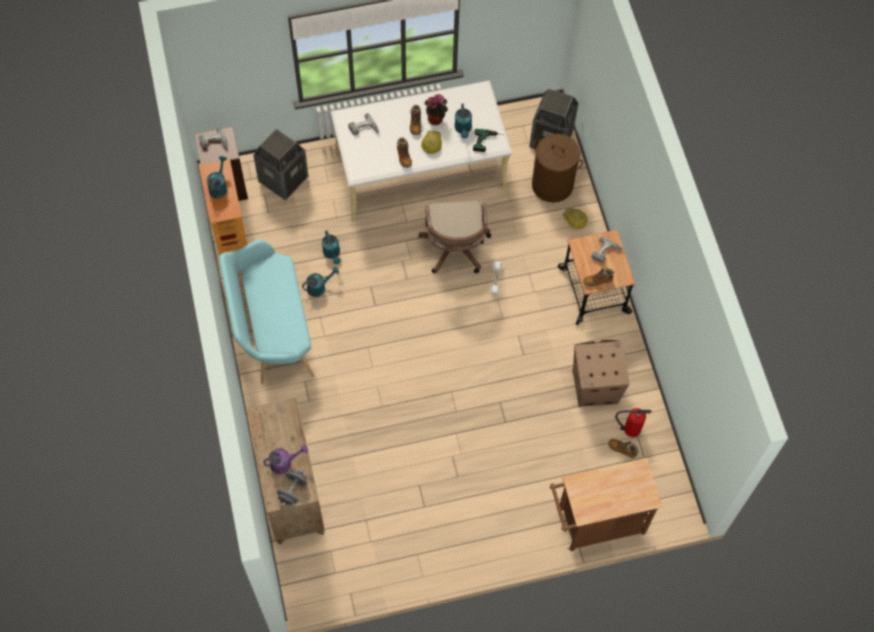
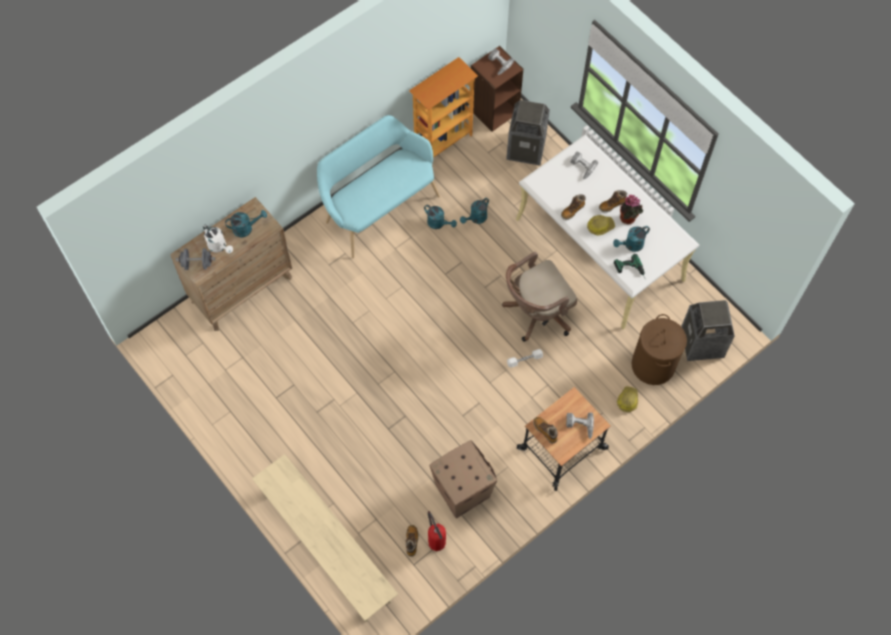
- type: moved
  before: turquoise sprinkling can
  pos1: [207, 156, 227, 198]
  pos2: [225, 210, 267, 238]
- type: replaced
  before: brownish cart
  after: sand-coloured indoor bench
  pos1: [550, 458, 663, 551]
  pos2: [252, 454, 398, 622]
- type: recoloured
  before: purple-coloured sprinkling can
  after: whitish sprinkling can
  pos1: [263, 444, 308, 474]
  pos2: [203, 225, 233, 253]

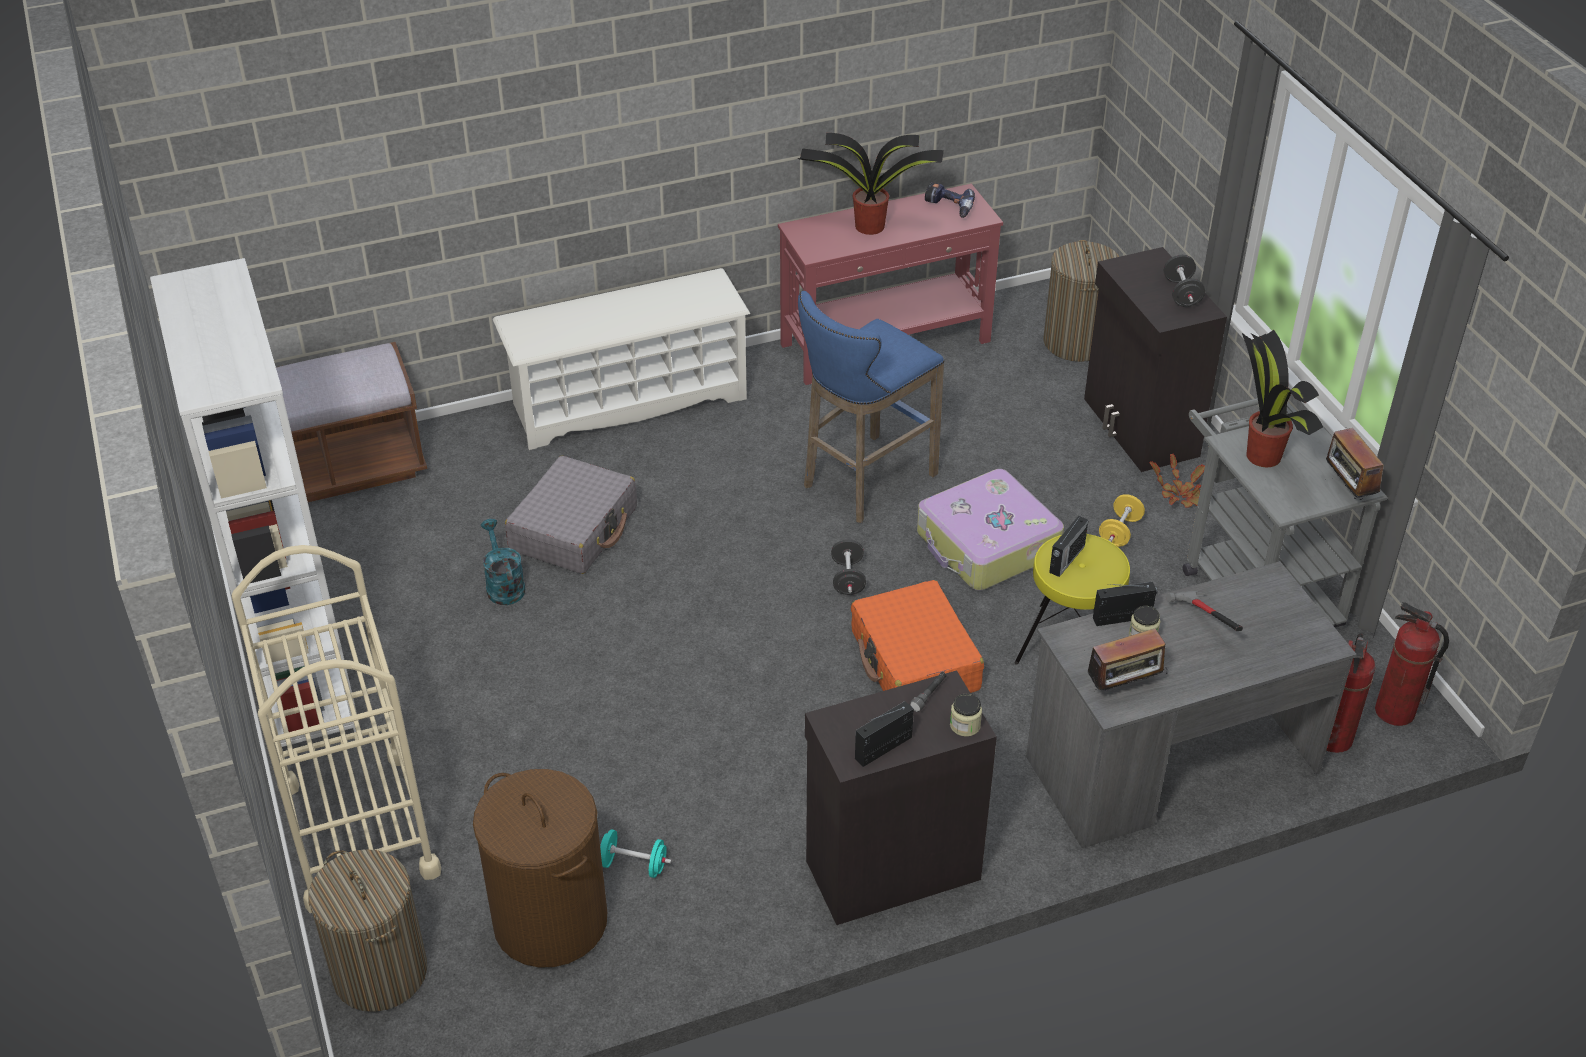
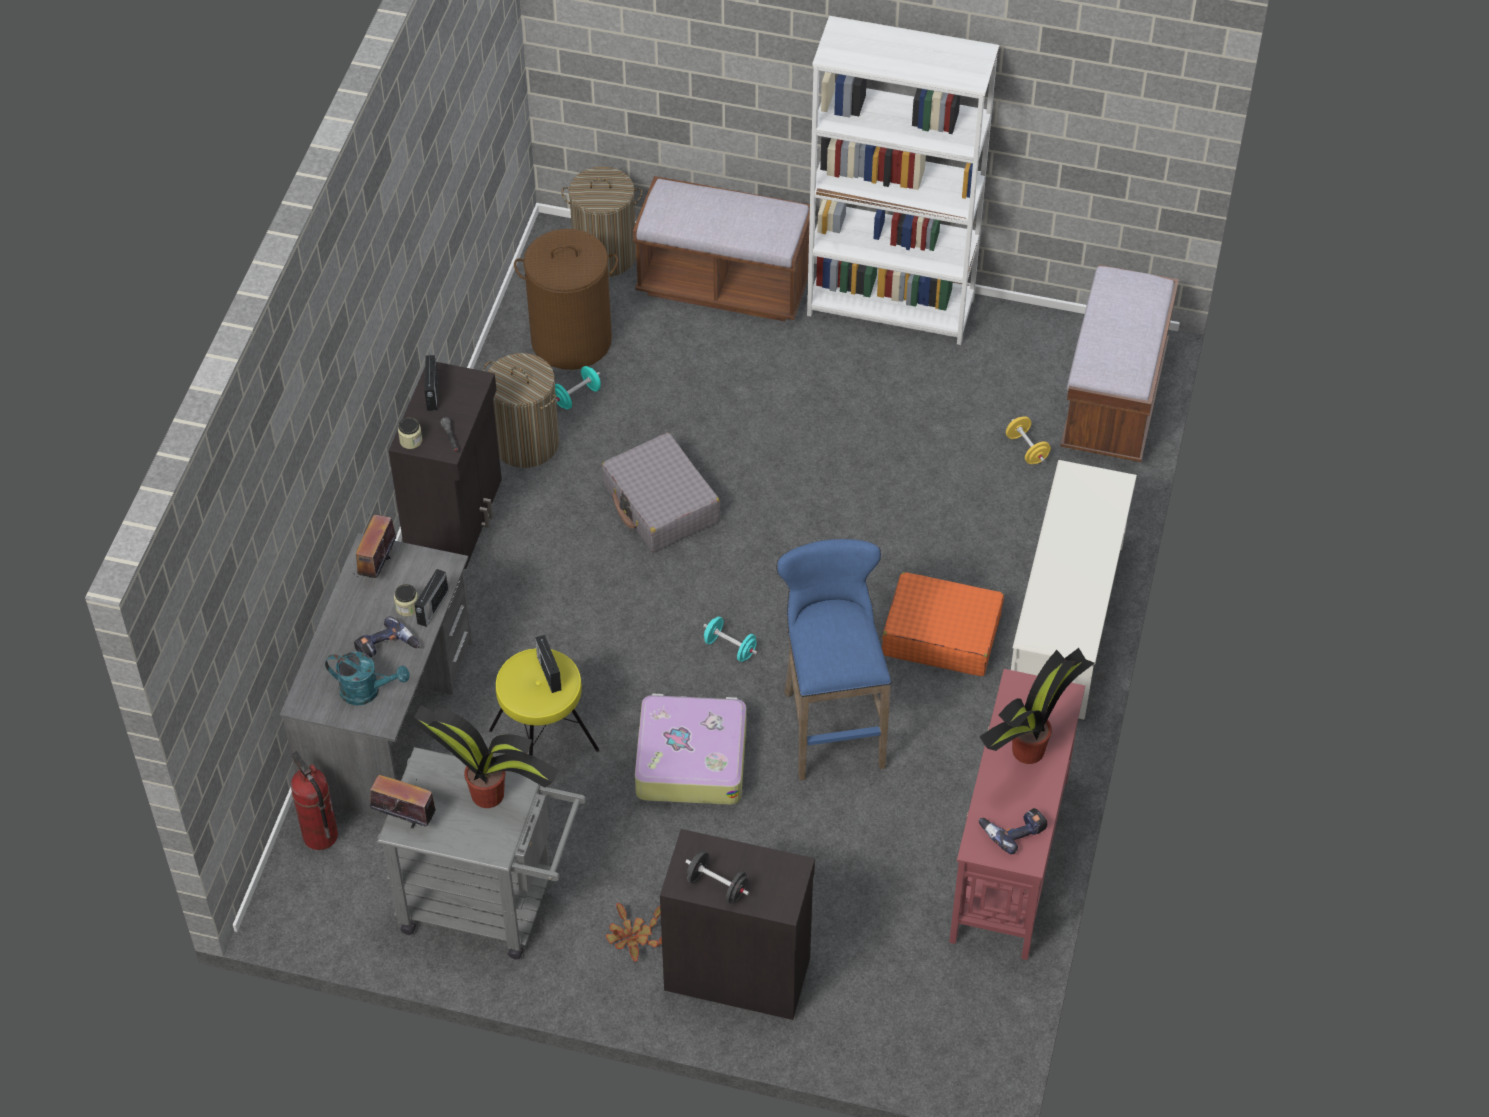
- type: removed
  before: fire extinguisher
  pos1: [1375, 602, 1449, 726]
- type: moved
  before: turquoise sprinkling can
  pos1: [481, 519, 525, 605]
  pos2: [325, 652, 409, 705]
- type: moved
  before: grey piece of luggage
  pos1: [505, 456, 637, 574]
  pos2: [602, 433, 720, 552]
- type: moved
  before: orange piece of luggage
  pos1: [851, 580, 984, 693]
  pos2: [882, 572, 1004, 676]
- type: moved
  before: hamper
  pos1: [1043, 240, 1120, 362]
  pos2: [483, 353, 559, 468]
- type: moved
  before: yellow-coloured free weight
  pos1: [1099, 494, 1145, 547]
  pos2: [1006, 416, 1051, 464]
- type: replaced
  before: sand-coloured cart
  after: brownish indoor bench
  pos1: [232, 545, 441, 913]
  pos2: [633, 176, 810, 321]
- type: replaced
  before: hand hammer
  after: power drill
  pos1: [1166, 591, 1243, 631]
  pos2: [354, 616, 420, 657]
- type: recoloured
  before: black free weight
  after: turquoise free weight
  pos1: [831, 540, 866, 595]
  pos2: [703, 616, 758, 662]

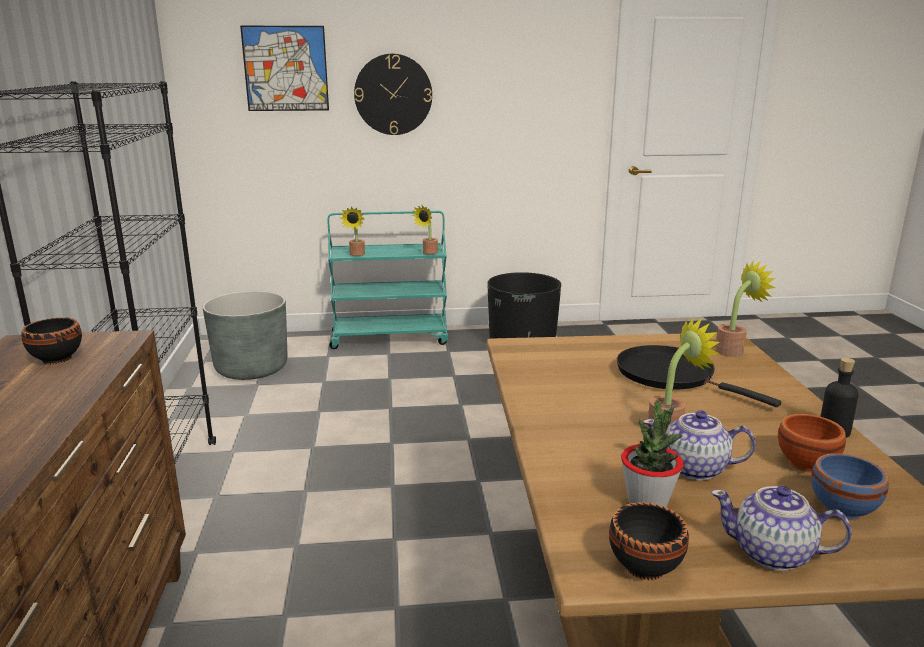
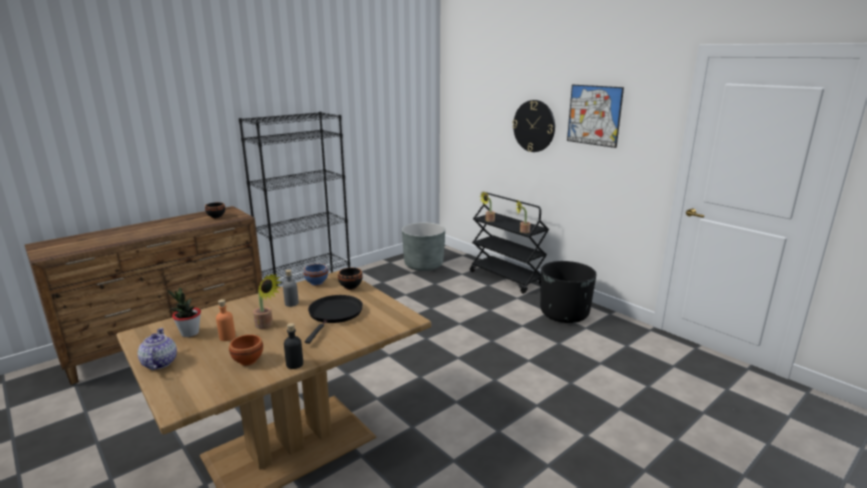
- type: removed
  before: houseplant
  pos1: [715, 260, 776, 357]
- type: added
  after: grey drink bottle
  pos2: [283, 270, 299, 307]
- type: moved
  before: wall art
  pos1: [240, 26, 329, 111]
  pos2: [567, 85, 624, 148]
- type: moved
  before: black deep dish
  pos1: [609, 502, 689, 581]
  pos2: [338, 268, 363, 290]
- type: moved
  before: bluish deep dish
  pos1: [811, 453, 889, 521]
  pos2: [304, 264, 328, 286]
- type: replaced
  before: teapot
  after: orange drink bottle
  pos1: [643, 410, 756, 480]
  pos2: [216, 299, 236, 341]
- type: recoloured
  before: turquoise cart
  after: black cart
  pos1: [327, 211, 448, 349]
  pos2: [470, 193, 549, 294]

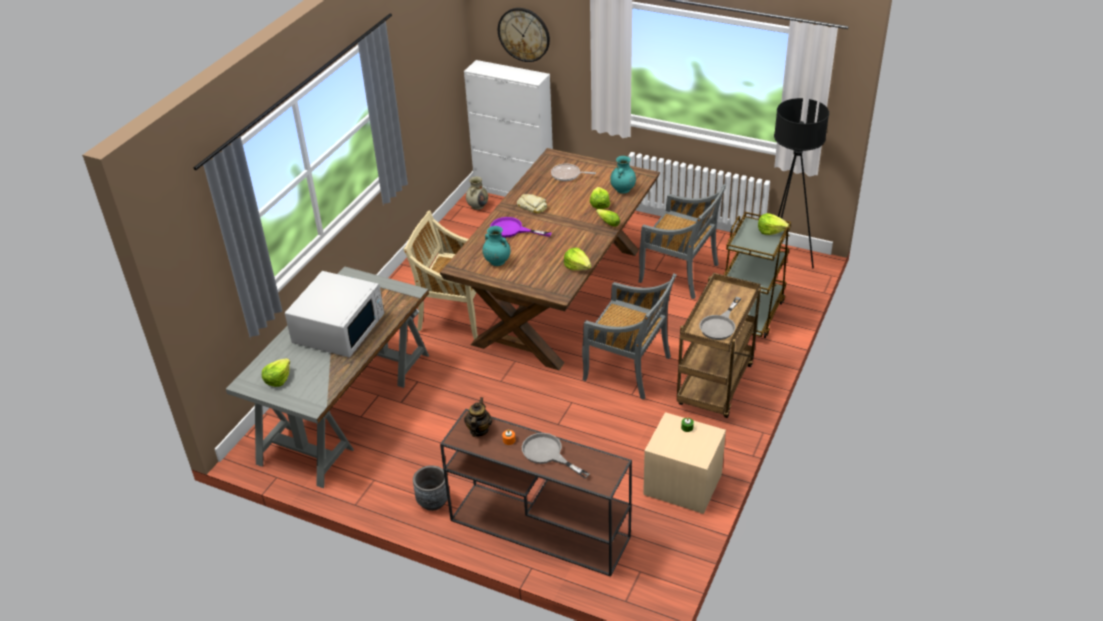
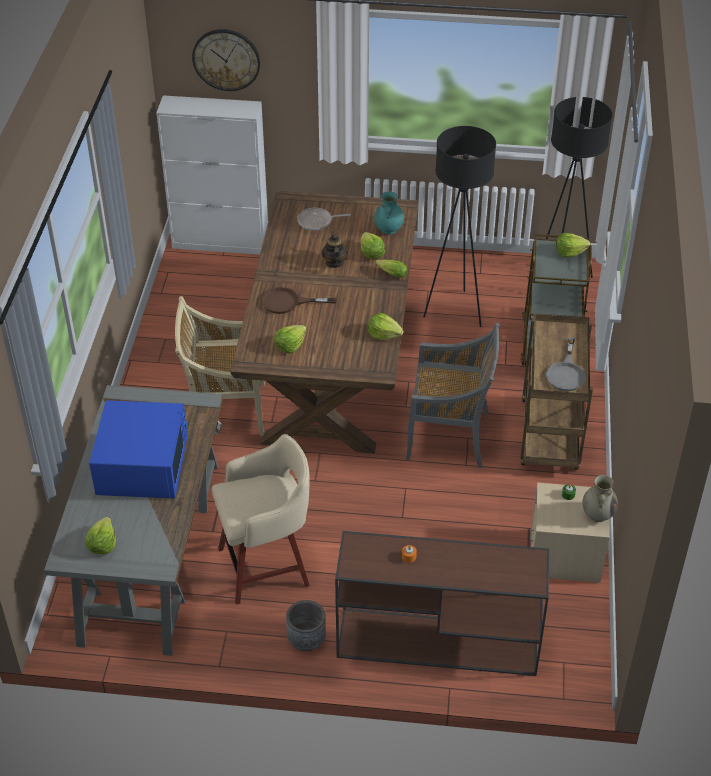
- type: removed
  before: bread
  pos1: [517, 194, 547, 214]
- type: removed
  before: grey frying pan
  pos1: [522, 433, 590, 478]
- type: added
  after: sand-coloured stool
  pos2: [212, 434, 310, 605]
- type: moved
  before: teapot
  pos1: [464, 397, 492, 437]
  pos2: [321, 231, 348, 268]
- type: moved
  before: sand-coloured vase
  pos1: [466, 176, 488, 210]
  pos2: [582, 475, 618, 522]
- type: replaced
  before: turquoise vase
  after: lettuce head
  pos1: [483, 226, 511, 266]
  pos2: [274, 325, 307, 353]
- type: replaced
  before: grey chair
  after: black standard lamp
  pos1: [638, 184, 727, 299]
  pos2: [423, 126, 496, 327]
- type: recoloured
  before: whitish microwave
  after: bluish microwave
  pos1: [285, 271, 384, 358]
  pos2: [89, 400, 188, 499]
- type: recoloured
  before: purple-coloured frying pan
  after: brownish frying pan
  pos1: [490, 217, 552, 238]
  pos2: [261, 287, 337, 314]

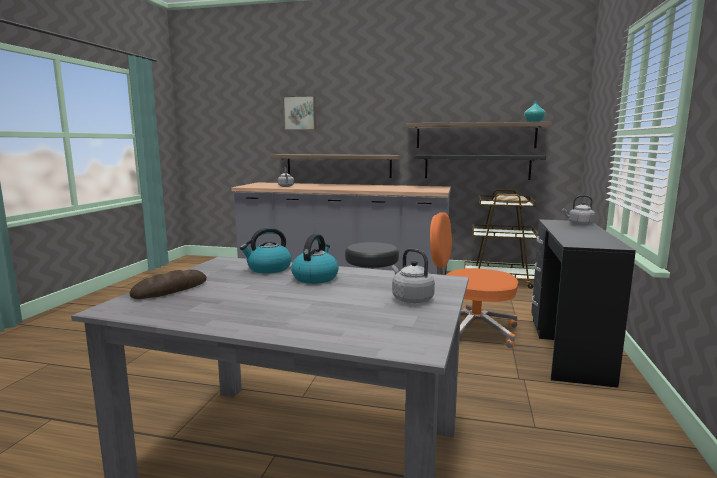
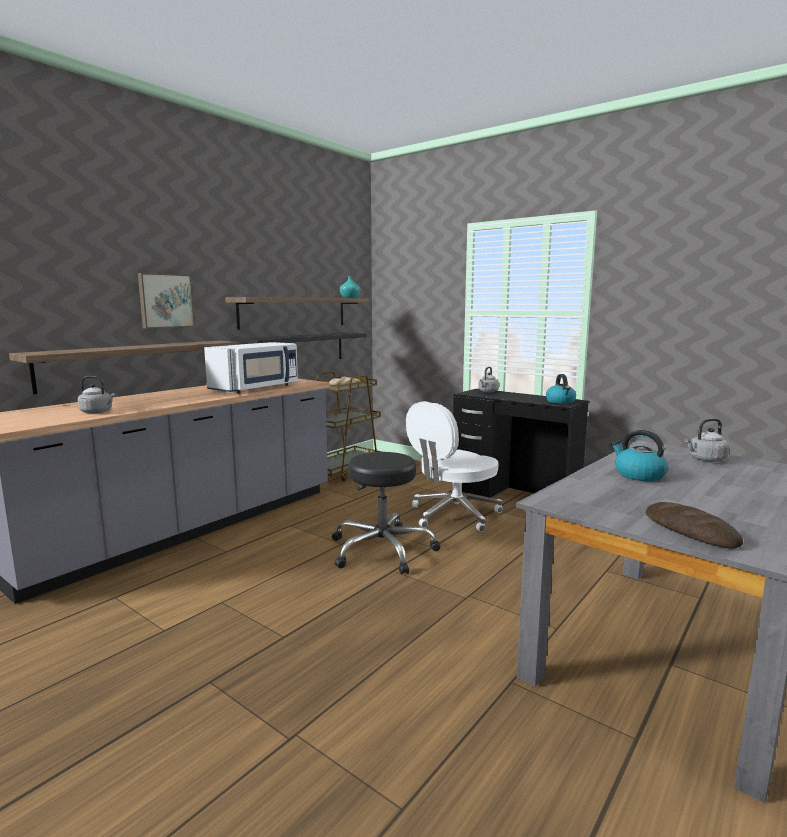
- type: added
  after: whitish microwave
  pos2: [204, 342, 298, 394]
- type: moved
  before: kettle
  pos1: [240, 227, 291, 274]
  pos2: [546, 374, 576, 404]
- type: moved
  before: wall art
  pos1: [283, 96, 316, 130]
  pos2: [138, 273, 195, 328]
- type: recoloured
  before: orange desk chair
  after: whitish desk chair
  pos1: [430, 212, 518, 348]
  pos2: [406, 401, 503, 532]

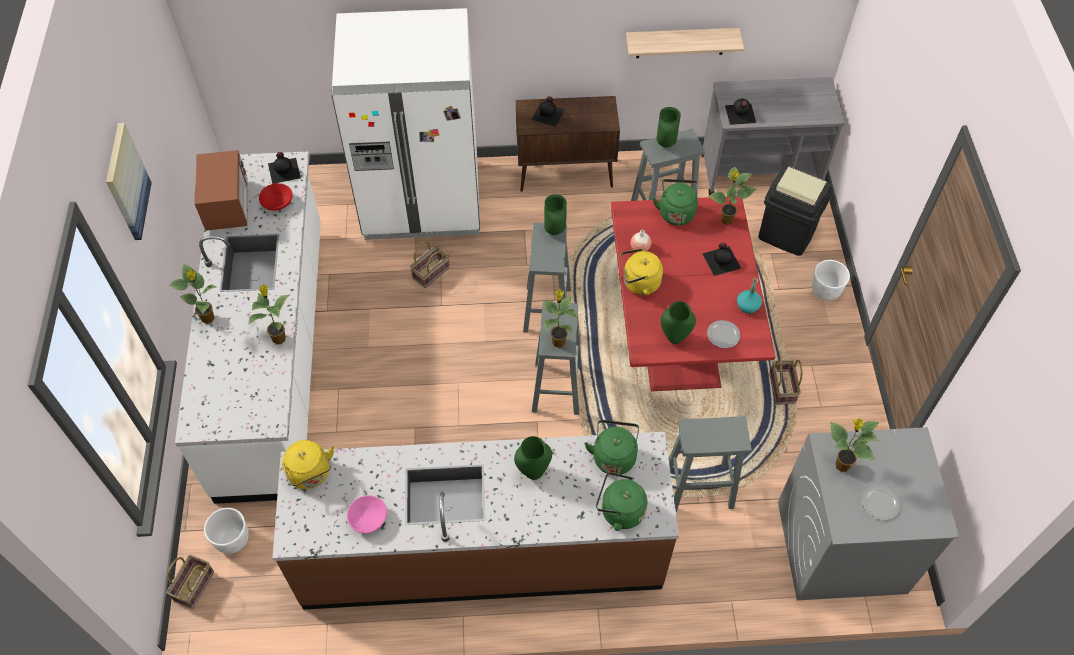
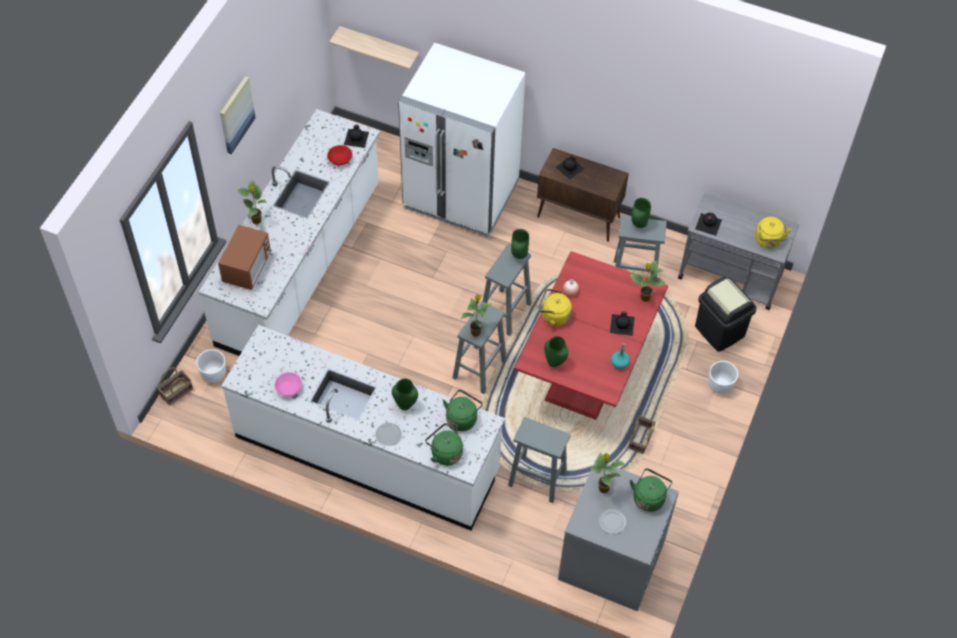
- type: removed
  before: houseplant
  pos1: [248, 285, 290, 344]
- type: removed
  before: storage basket
  pos1: [410, 241, 450, 288]
- type: moved
  before: microwave
  pos1: [194, 150, 247, 231]
  pos2: [218, 225, 271, 290]
- type: moved
  before: yellow-coloured kettle
  pos1: [282, 440, 334, 489]
  pos2: [755, 217, 791, 249]
- type: moved
  before: bracket shelf
  pos1: [626, 28, 744, 58]
  pos2: [329, 26, 419, 70]
- type: moved
  before: green-coloured kettle
  pos1: [653, 179, 698, 225]
  pos2: [630, 468, 672, 512]
- type: moved
  before: plate
  pos1: [707, 320, 740, 348]
  pos2: [375, 423, 402, 446]
- type: recoloured
  before: brownish kitchen counter
  after: whitish kitchen counter
  pos1: [273, 432, 679, 610]
  pos2: [221, 325, 505, 530]

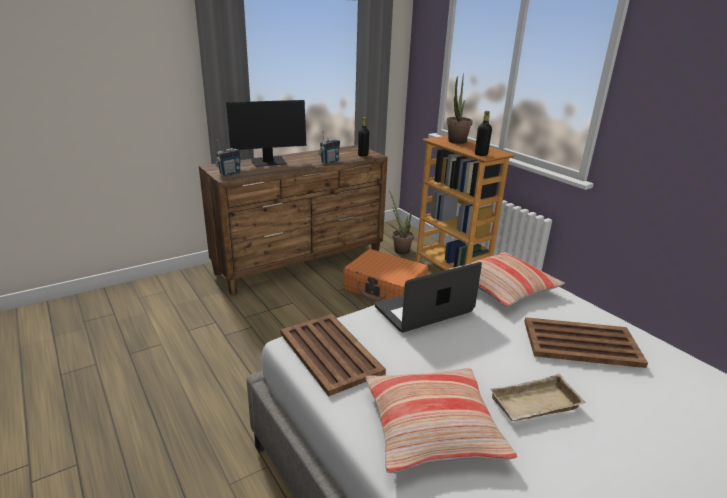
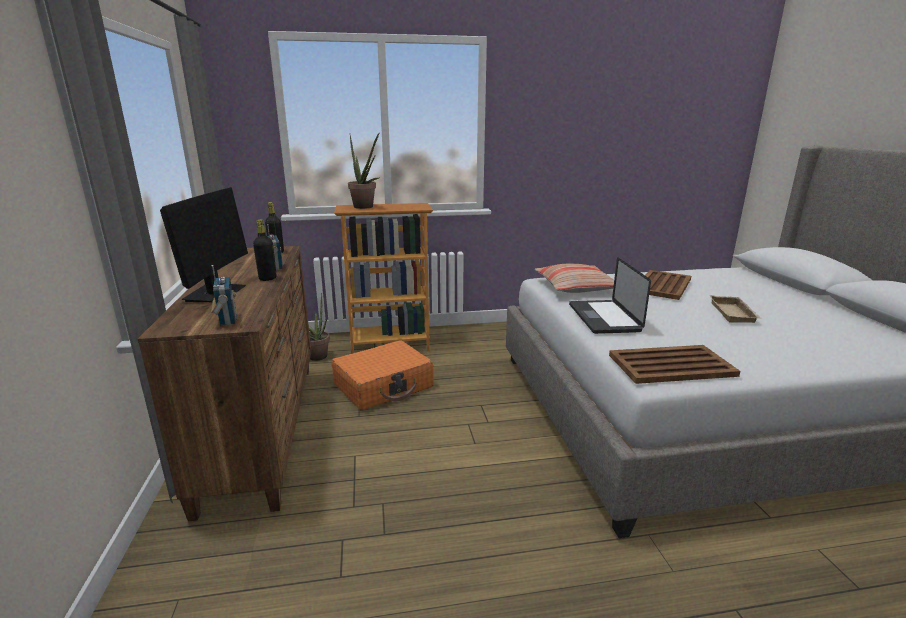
- type: removed
  before: pillow
  pos1: [366, 368, 517, 473]
- type: moved
  before: black drink bottle
  pos1: [475, 111, 492, 156]
  pos2: [253, 220, 276, 281]

